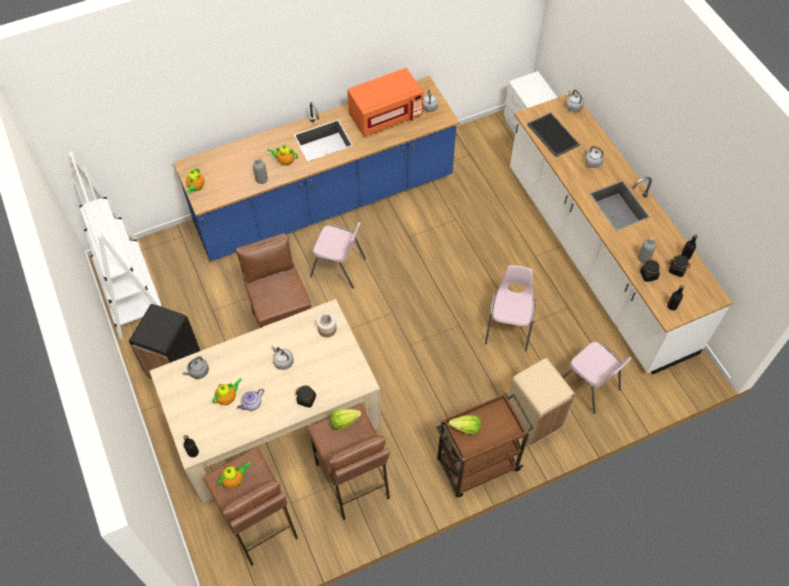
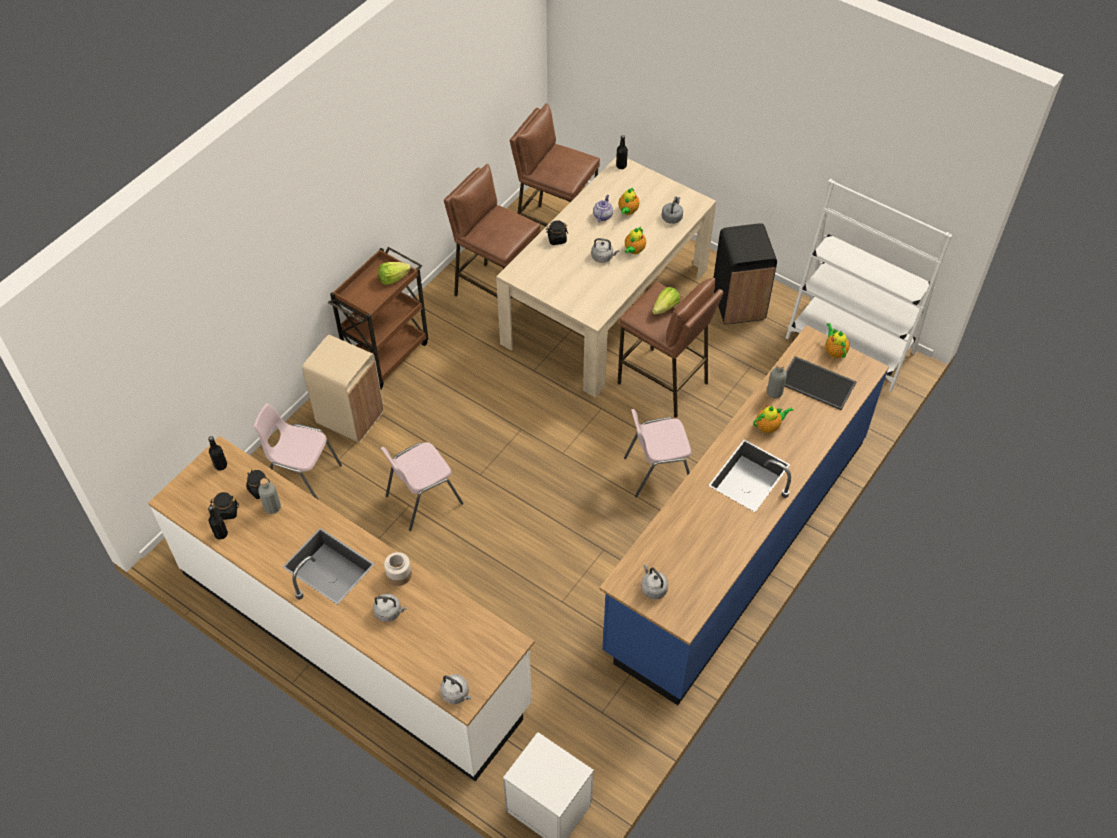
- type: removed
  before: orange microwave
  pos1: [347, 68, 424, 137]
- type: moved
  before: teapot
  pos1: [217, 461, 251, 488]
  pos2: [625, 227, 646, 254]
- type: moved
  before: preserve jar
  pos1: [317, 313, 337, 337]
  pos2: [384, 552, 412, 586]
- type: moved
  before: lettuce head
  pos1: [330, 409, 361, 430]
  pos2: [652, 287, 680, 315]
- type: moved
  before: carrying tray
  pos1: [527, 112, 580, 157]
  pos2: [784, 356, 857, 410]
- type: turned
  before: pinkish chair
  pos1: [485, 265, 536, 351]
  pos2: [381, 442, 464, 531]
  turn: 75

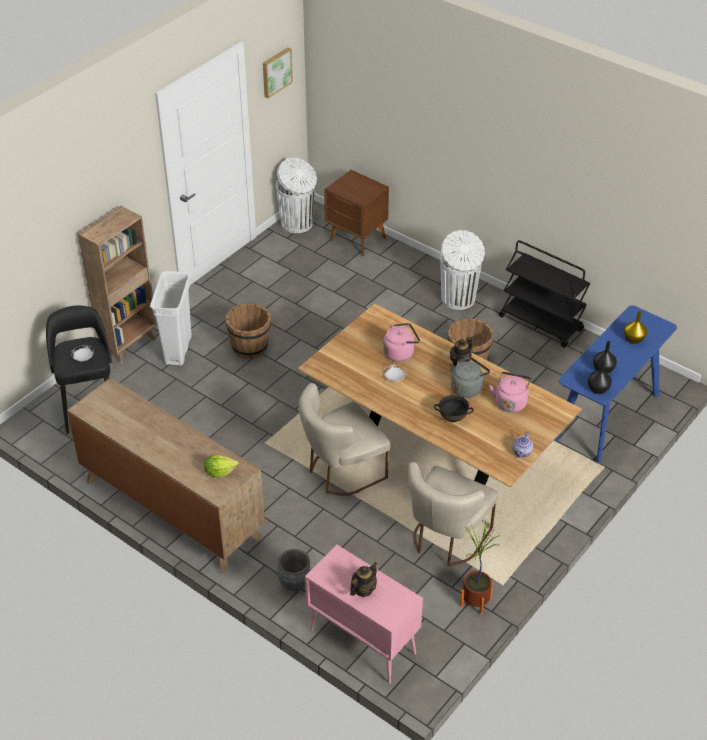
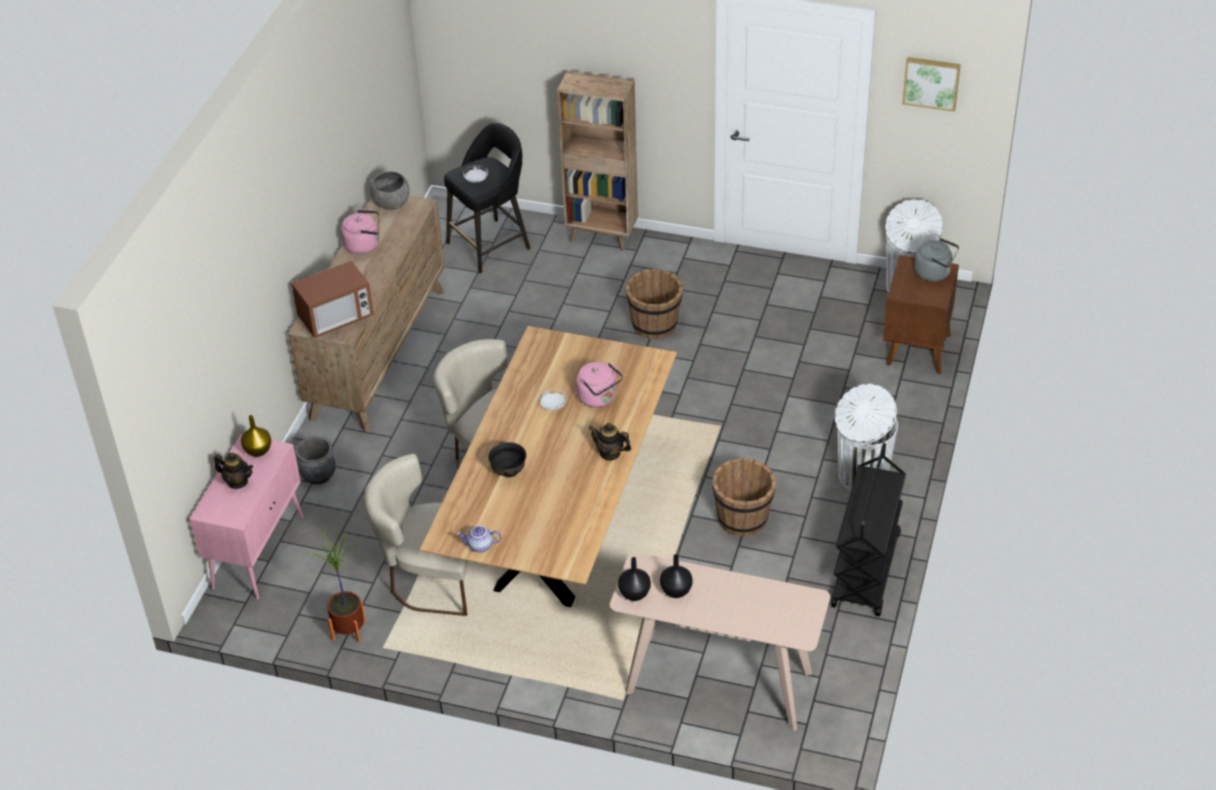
- type: removed
  before: whitish trash can
  pos1: [150, 271, 192, 366]
- type: added
  after: grey deep dish
  pos2: [370, 171, 410, 210]
- type: moved
  before: grey kettle
  pos1: [450, 356, 490, 398]
  pos2: [914, 238, 959, 282]
- type: moved
  before: pinkish kettle
  pos1: [489, 372, 531, 413]
  pos2: [341, 210, 379, 254]
- type: moved
  before: yellow-coloured vase
  pos1: [624, 311, 647, 344]
  pos2: [241, 415, 271, 457]
- type: replaced
  before: lettuce head
  after: microwave
  pos1: [204, 455, 239, 477]
  pos2: [292, 260, 374, 338]
- type: recoloured
  before: bluish console table
  after: sand-coloured console table
  pos1: [554, 306, 677, 464]
  pos2: [610, 552, 830, 731]

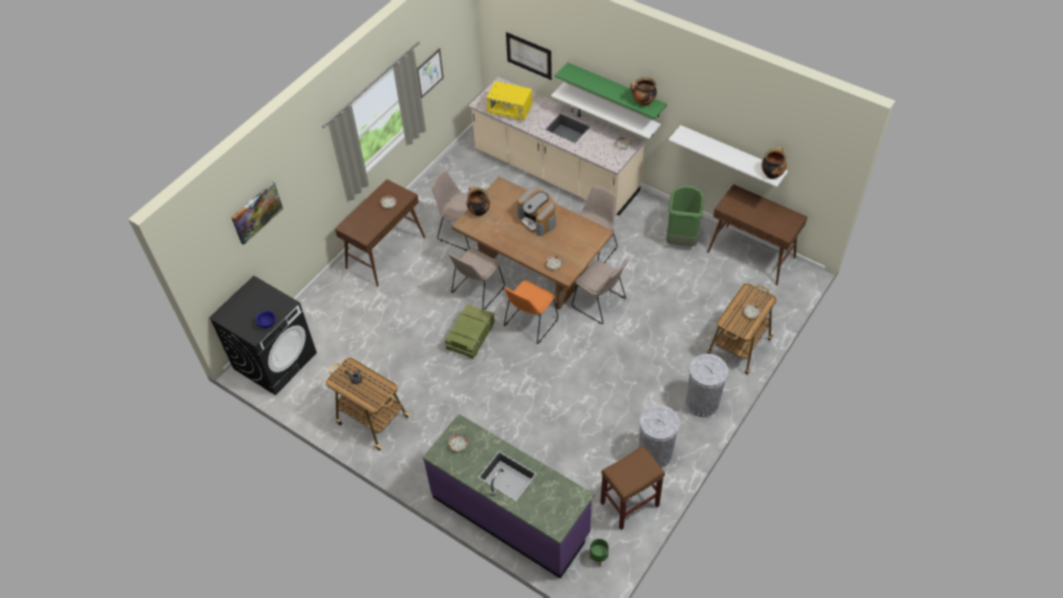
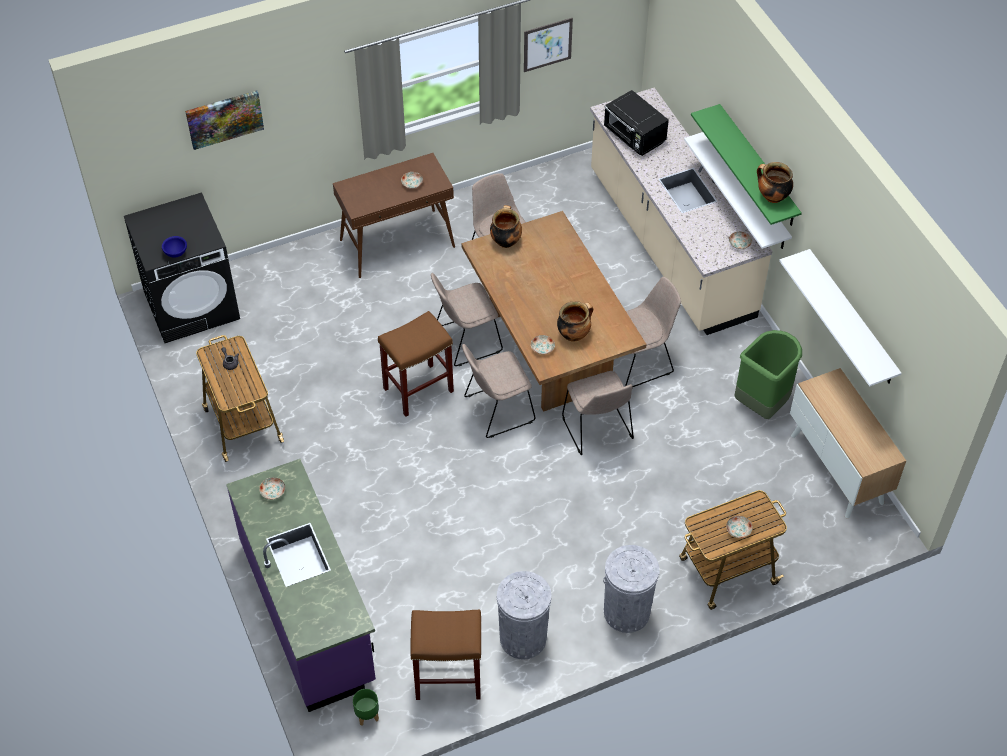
- type: removed
  before: wall art
  pos1: [506, 32, 552, 80]
- type: removed
  before: coffee machine
  pos1: [517, 188, 556, 236]
- type: moved
  before: stockpot
  pos1: [761, 146, 787, 179]
  pos2: [557, 301, 593, 342]
- type: replaced
  before: crate
  after: brownish stool
  pos1: [445, 303, 495, 359]
  pos2: [378, 311, 454, 417]
- type: replaced
  before: brownish console table
  after: storage cabinet
  pos1: [707, 184, 807, 285]
  pos2: [790, 368, 906, 519]
- type: recoloured
  before: yellow-coloured microwave
  after: black microwave
  pos1: [486, 81, 533, 120]
  pos2: [604, 90, 669, 156]
- type: recoloured
  before: orange chair
  after: sand-coloured chair
  pos1: [504, 280, 558, 344]
  pos2: [462, 344, 536, 438]

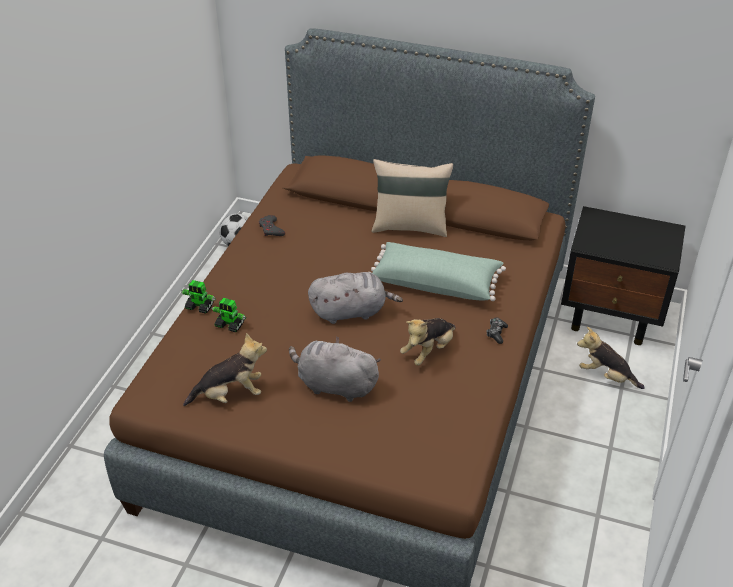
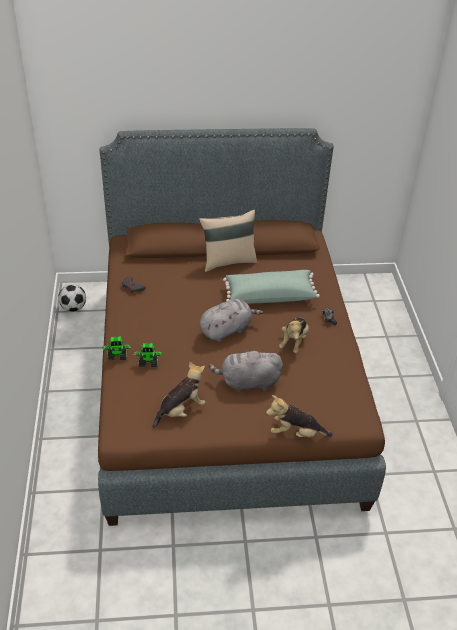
- type: removed
  before: black night table
  pos1: [561, 206, 685, 345]
- type: moved
  before: soft toy
  pos1: [577, 327, 645, 389]
  pos2: [266, 395, 332, 438]

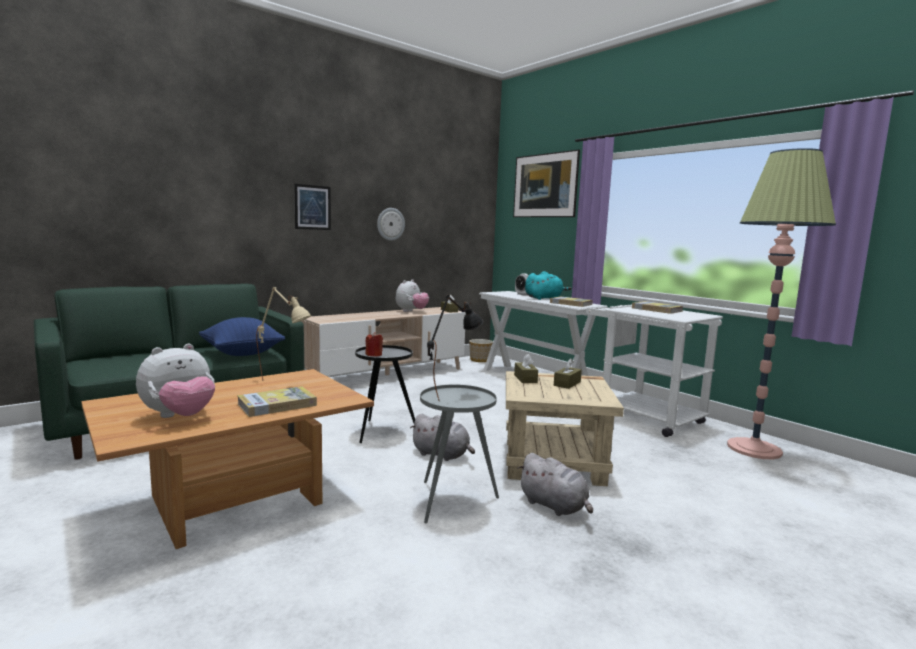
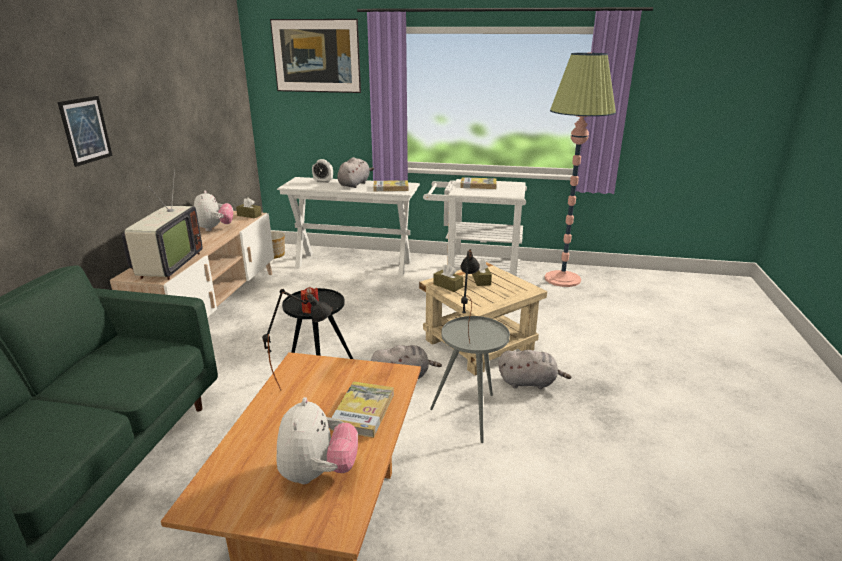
- type: removed
  before: bluish pillow
  pos1: [199, 317, 285, 356]
- type: removed
  before: hanging clock
  pos1: [377, 208, 405, 241]
- type: added
  after: television
  pos2: [121, 169, 203, 280]
- type: recoloured
  before: sand-coloured table lamp
  after: black table lamp
  pos1: [256, 287, 312, 380]
  pos2: [262, 289, 333, 391]
- type: recoloured
  before: turquoise soft toy
  after: grey soft toy
  pos1: [525, 271, 571, 300]
  pos2: [337, 157, 374, 188]

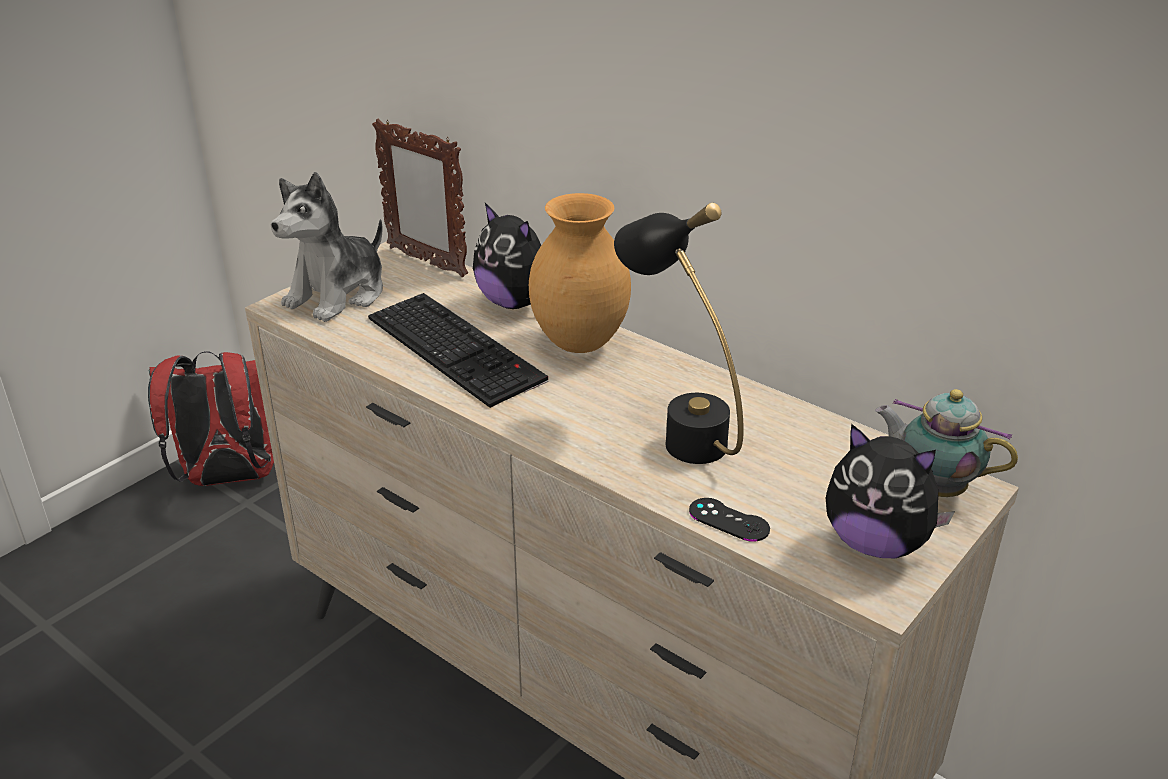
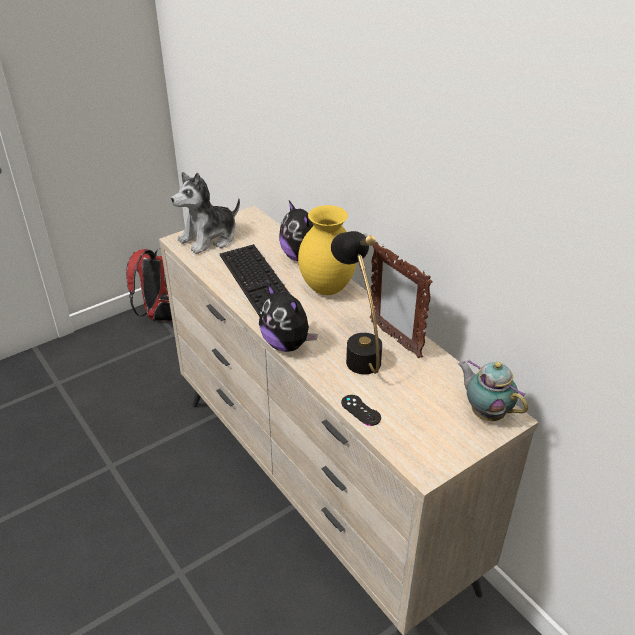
- type: moved
  before: photo frame
  pos1: [372, 118, 468, 277]
  pos2: [370, 242, 433, 358]
- type: moved
  before: soft toy
  pos1: [825, 424, 955, 558]
  pos2: [259, 283, 318, 352]
- type: recoloured
  before: brownish vase
  after: yellow-coloured vase
  pos1: [529, 193, 631, 353]
  pos2: [298, 205, 356, 295]

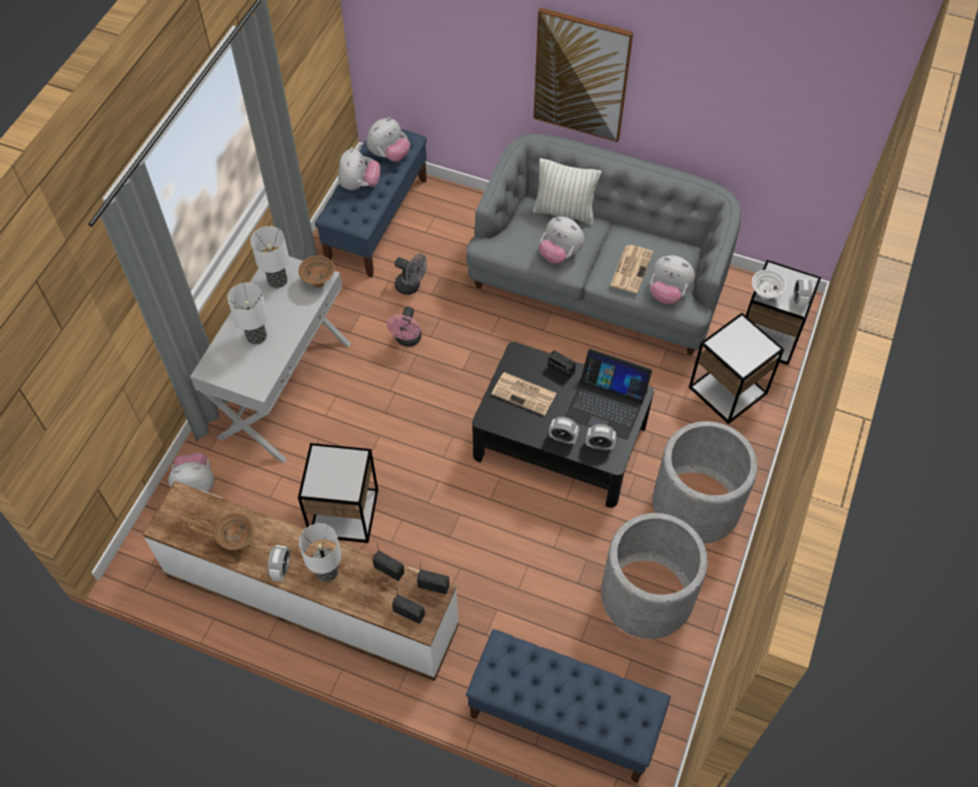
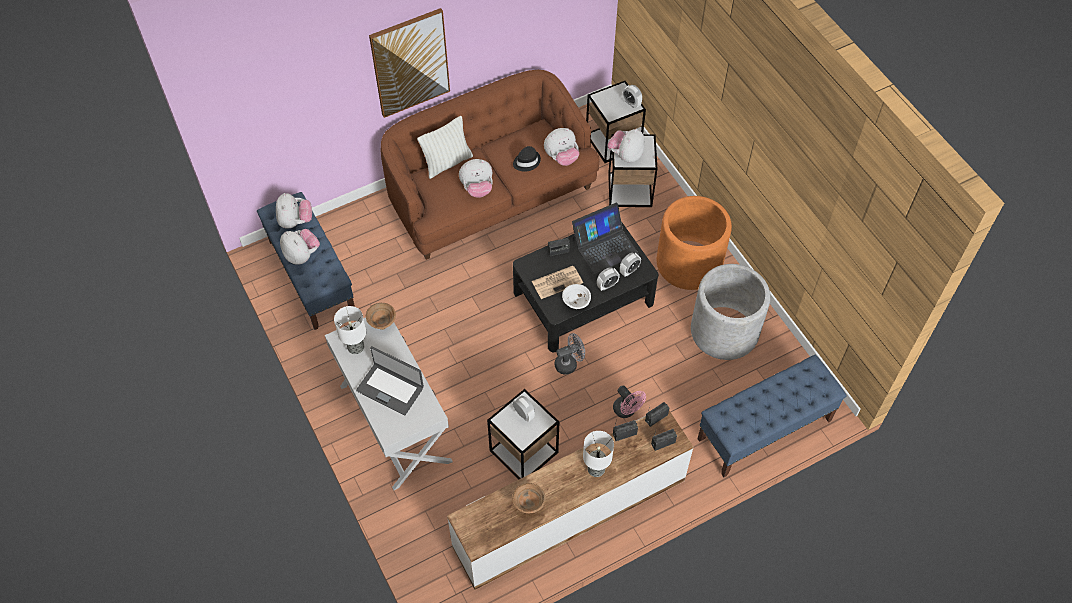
- type: moved
  before: soft toy
  pos1: [168, 452, 214, 492]
  pos2: [608, 129, 645, 163]
- type: moved
  before: table clock
  pos1: [267, 545, 290, 582]
  pos2: [513, 396, 535, 422]
- type: moved
  before: pinkish cooling fan
  pos1: [387, 306, 422, 347]
  pos2: [613, 385, 646, 418]
- type: moved
  before: grey cooling fan
  pos1: [395, 254, 427, 295]
  pos2: [555, 333, 585, 375]
- type: moved
  before: whitish deep dish
  pos1: [752, 270, 786, 300]
  pos2: [562, 284, 591, 309]
- type: replaced
  before: table lamp
  after: notebook computer
  pos1: [227, 283, 268, 345]
  pos2: [356, 346, 424, 415]
- type: replaced
  before: newspaper
  after: black hat
  pos1: [610, 245, 653, 293]
  pos2: [513, 146, 541, 172]
- type: recoloured
  before: grey settee
  after: brownish settee
  pos1: [466, 134, 741, 356]
  pos2: [381, 70, 599, 260]
- type: recoloured
  before: grey flower pot
  after: orange flower pot
  pos1: [653, 421, 758, 544]
  pos2: [657, 196, 732, 290]

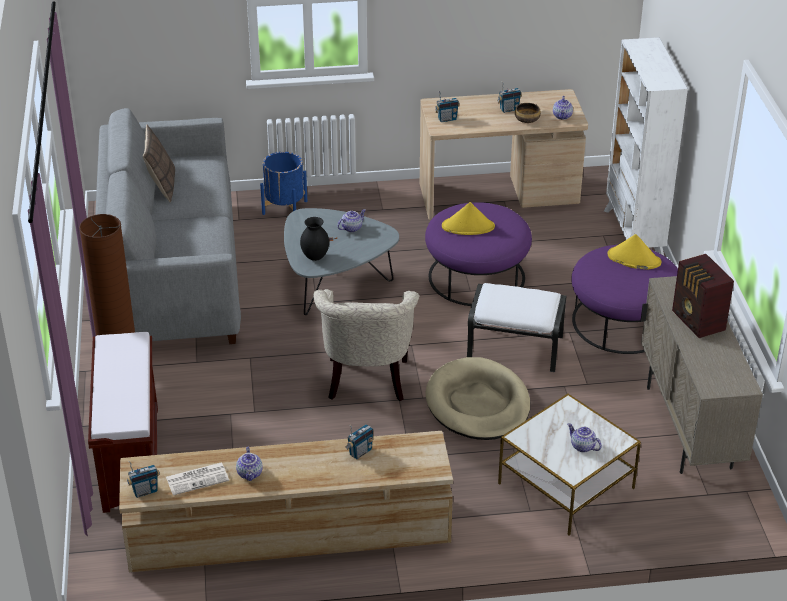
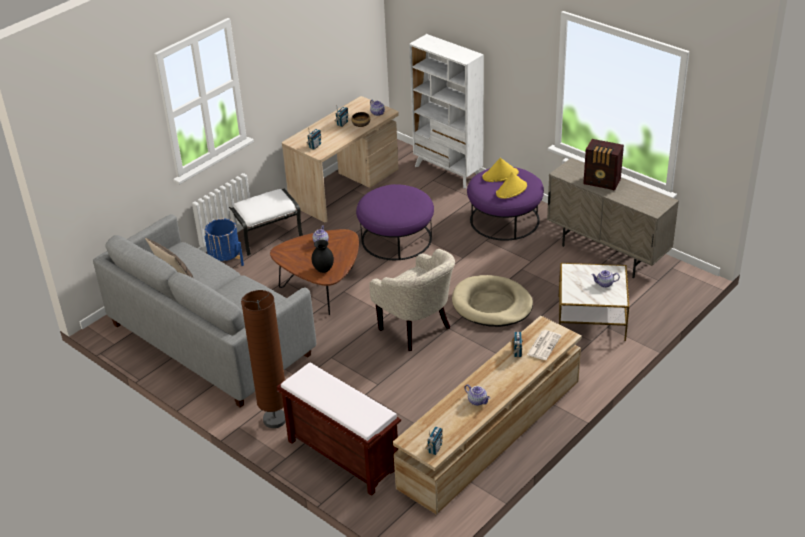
- type: moved
  before: newspaper
  pos1: [166, 462, 229, 496]
  pos2: [527, 330, 561, 360]
- type: moved
  before: yellow-coloured hat
  pos1: [442, 202, 495, 235]
  pos2: [496, 172, 527, 199]
- type: moved
  before: whitish footrest
  pos1: [467, 283, 566, 372]
  pos2: [229, 189, 303, 256]
- type: recoloured
  before: grey low table
  after: brownish low table
  pos1: [284, 208, 399, 315]
  pos2: [270, 229, 359, 315]

